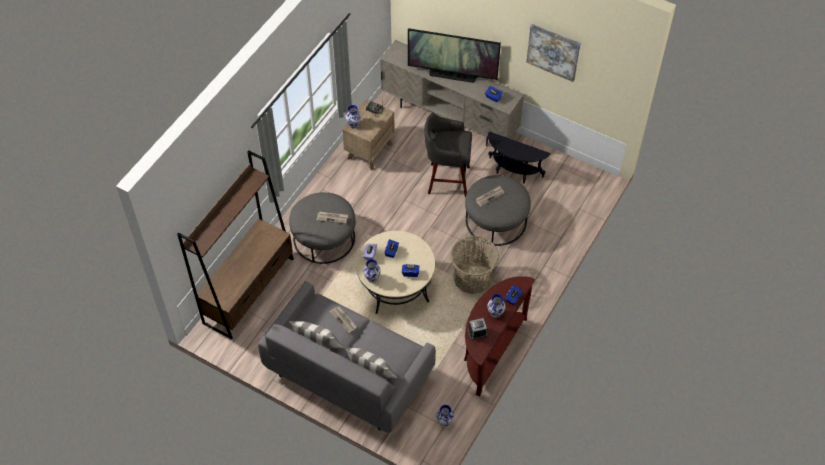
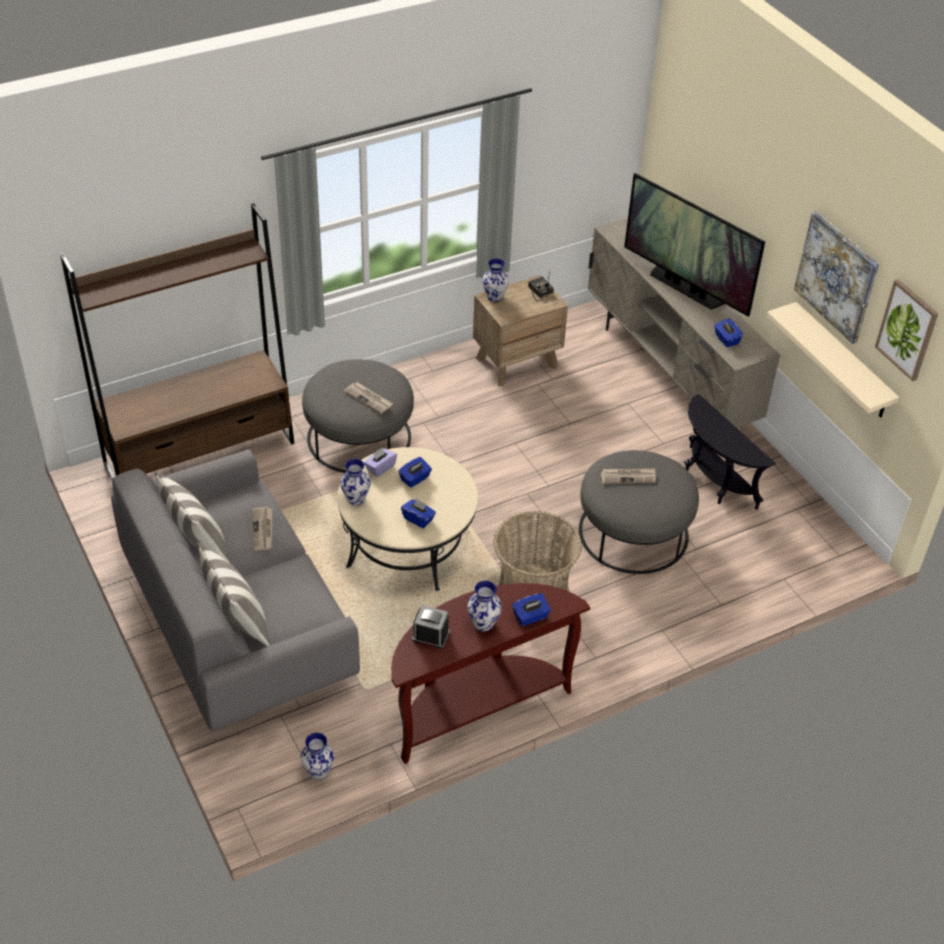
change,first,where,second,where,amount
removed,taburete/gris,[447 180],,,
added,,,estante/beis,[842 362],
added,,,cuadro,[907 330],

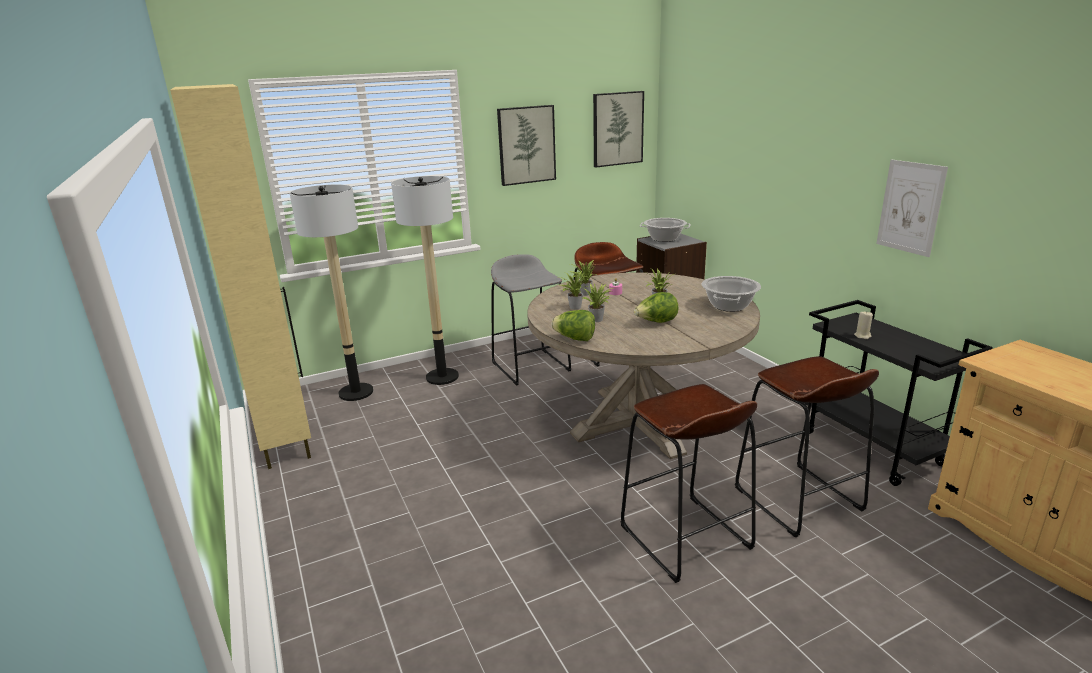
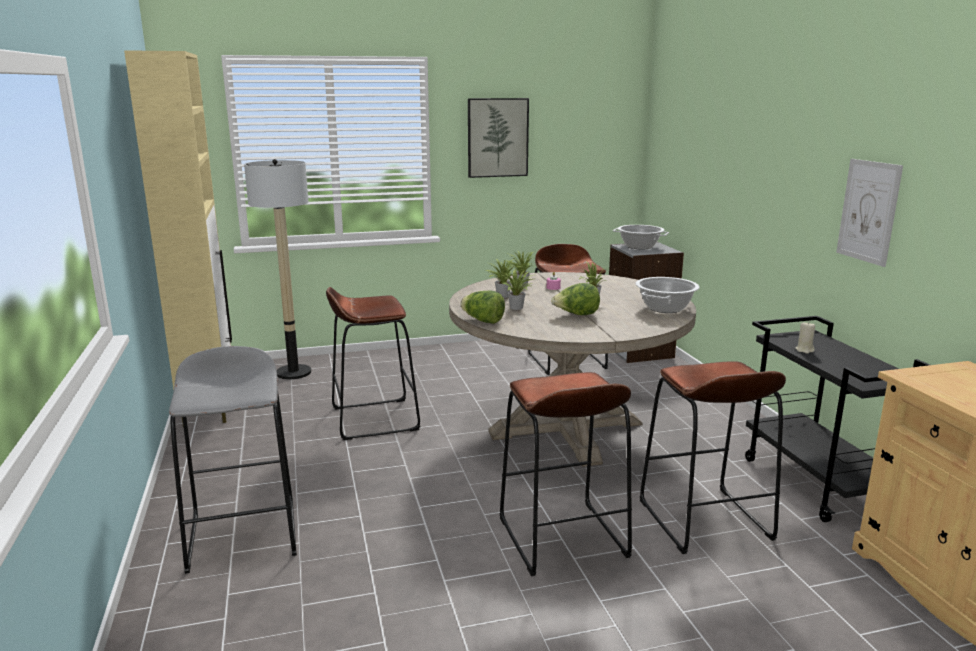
change,first,where,second,where,amount
removed,lámpara de pie,[442 377],,,
moved,taburete/gris,[531 366],,[243 534],
removed,cuadro,[617 129],,,
added,,,taburete/marrón,[374 419],

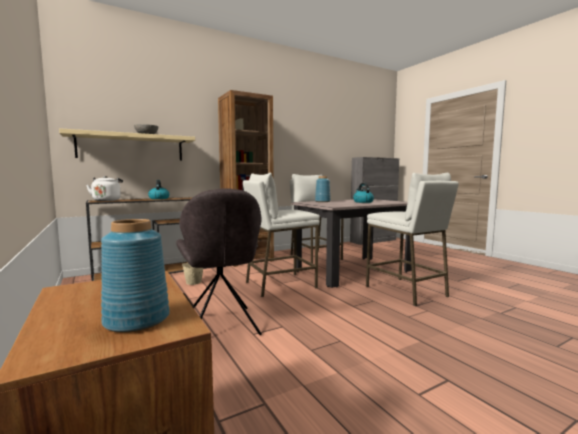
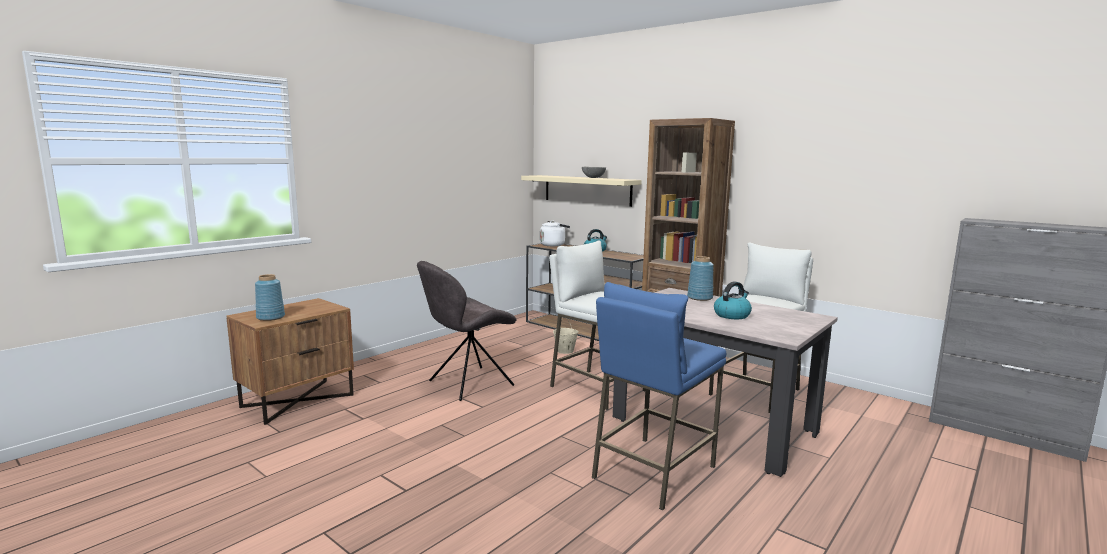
change,first,where,second,where,amount
recoloured,taburete/blanco,[406 291],taburete/azul,[653 472],

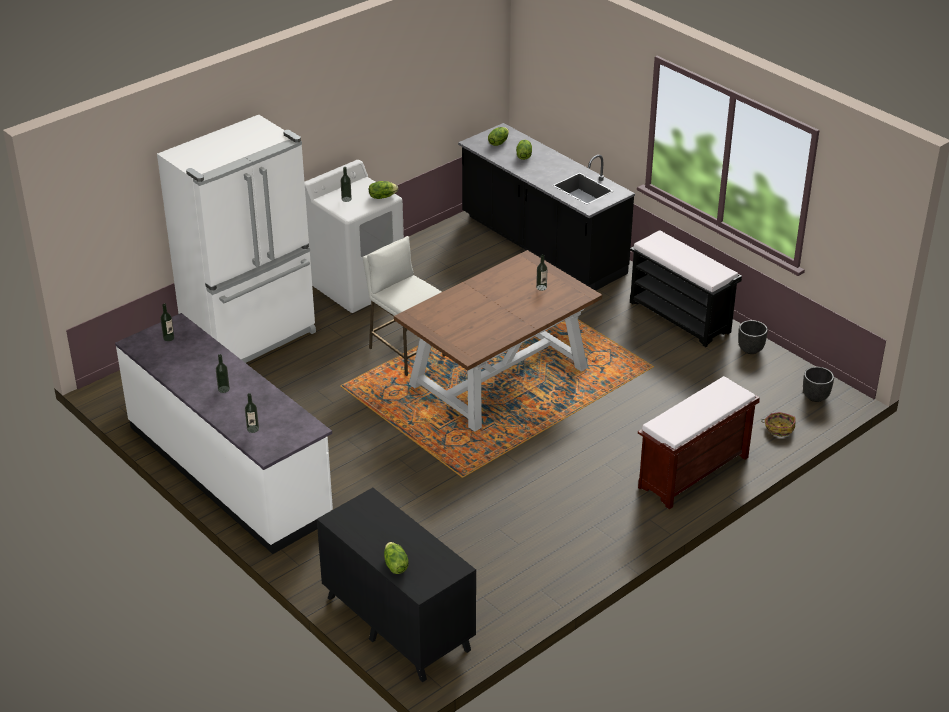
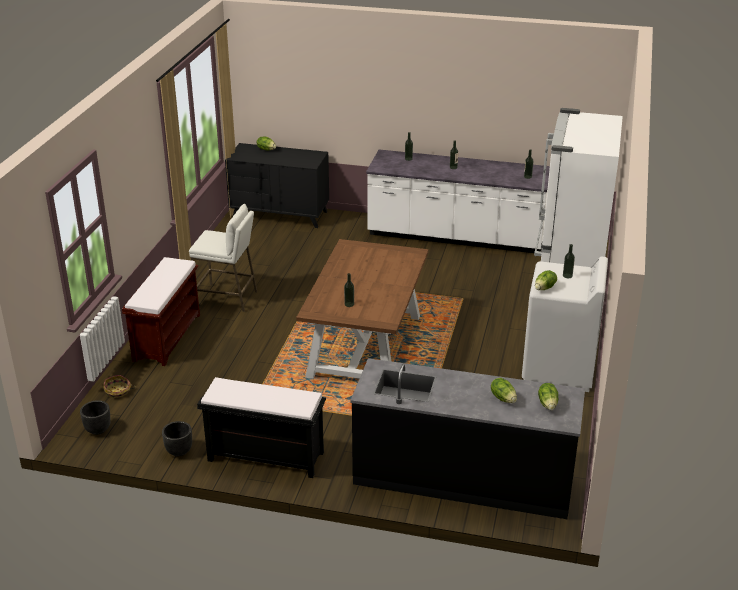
change,first,where,second,where,amount
moved,taburete/blanco,[406 352],,[227 298],

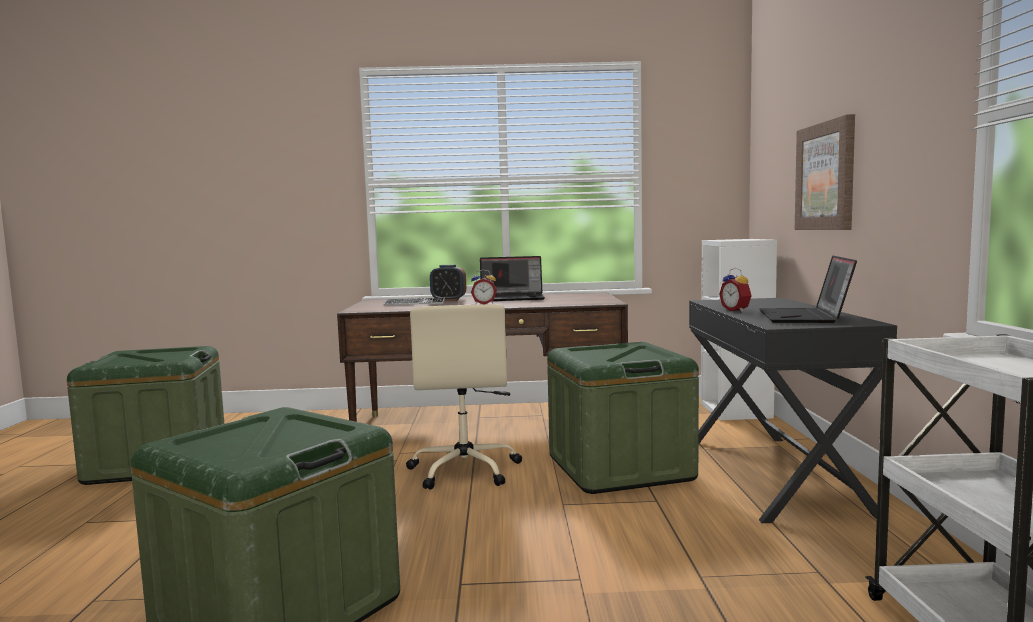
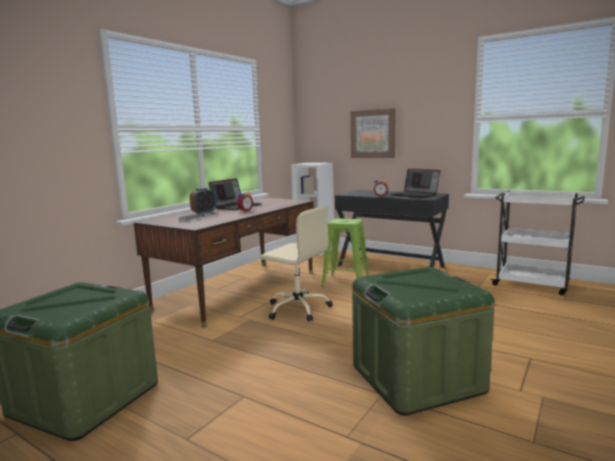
change,first,where,second,where,amount
replaced,caja de almacenaje/verde,[619 467],taburete/verde,[346 282],

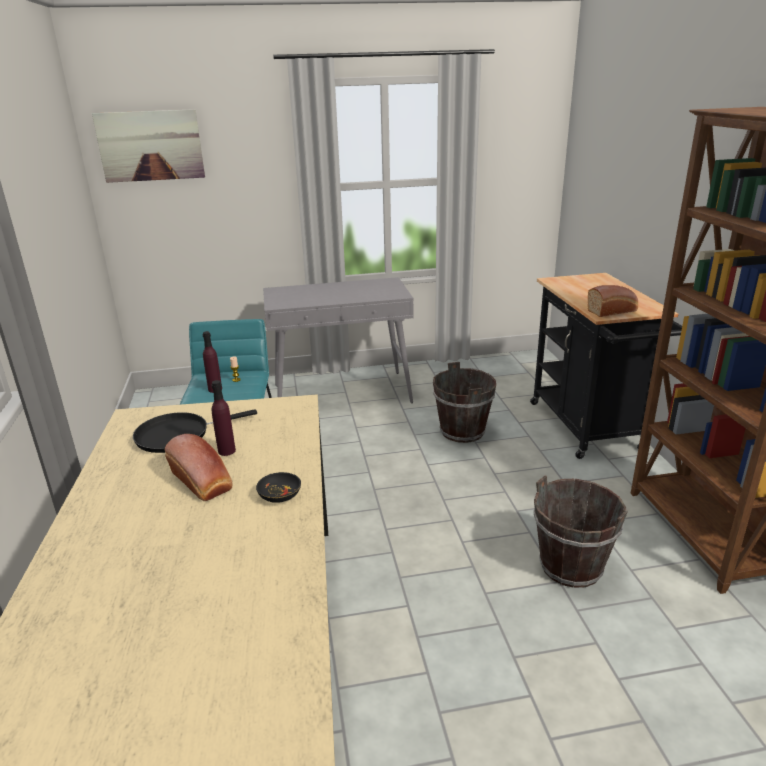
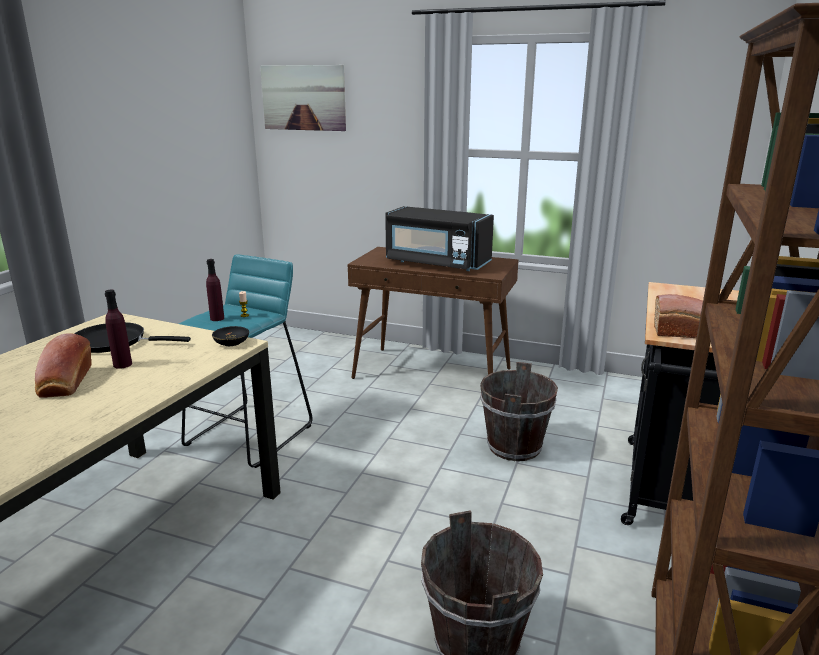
change,first,where,second,where,amount
moved,cuenco/negro,[279 495],,[231 343],
recoloured,mesa consola/gris,[342 394],mesa consola/marrón,[433 373],
added,,,microondas/negro,[436 263],

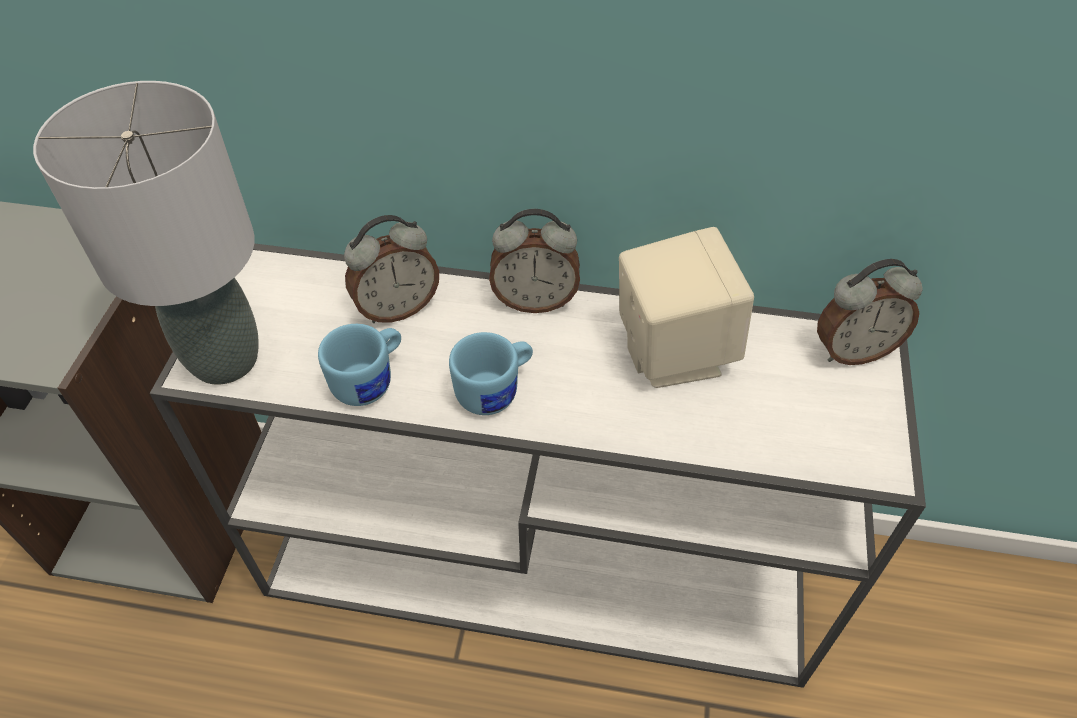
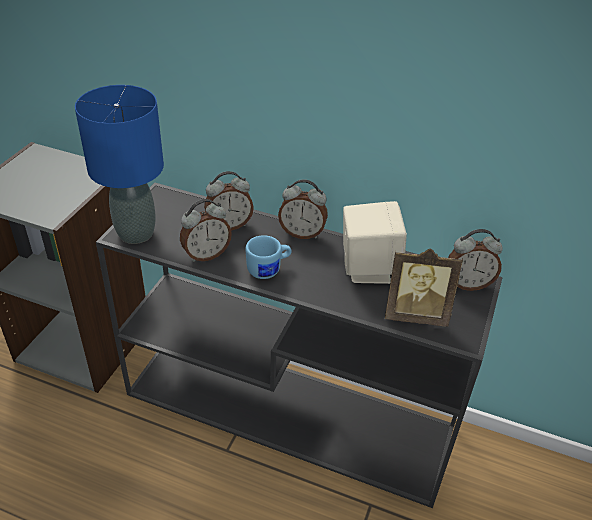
change,first,where,second,where,amount
recoloured,lámpara de mesa/gris,[224 358],lámpara de mesa/azul,[135 233],
recoloured,mesa consola/blanco,[544 565],mesa consola/negro,[292 411],
replaced,taza grande/azul,[370 380],despertador,[206 254],
added,,,portarretratos,[415 314],

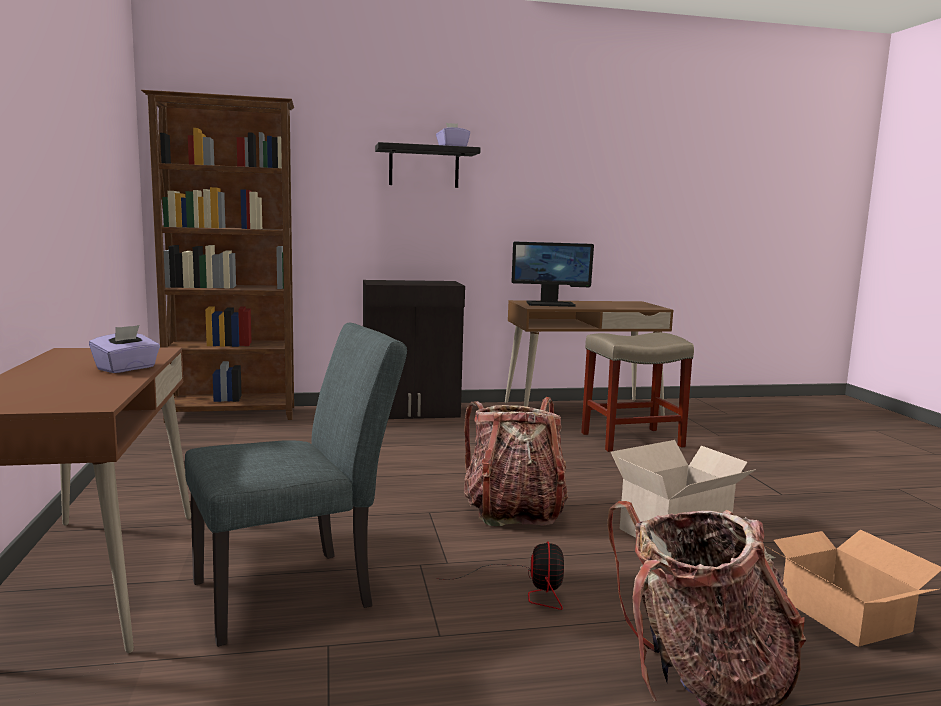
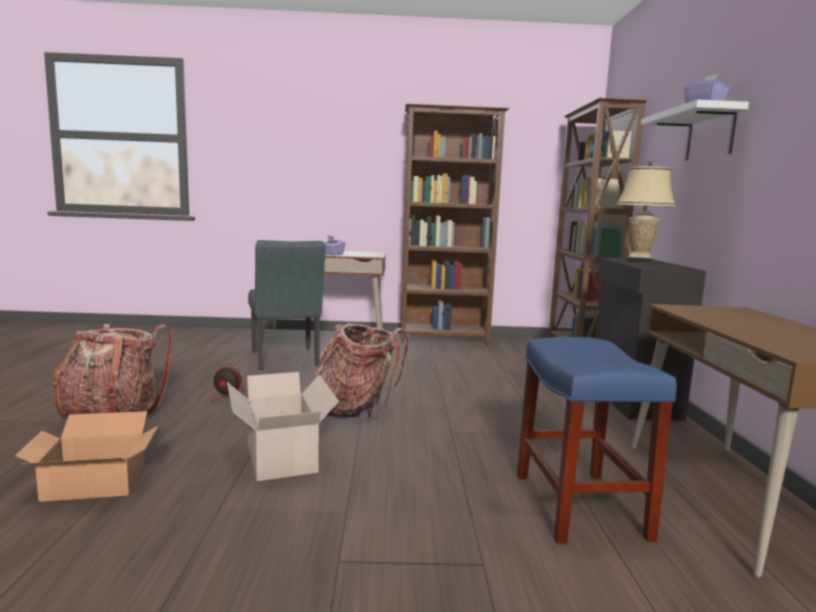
change,first,where,second,where,amount
recoloured,estante/negro,[424 167],estante/blanco,[710 134],
removed,monitor,[550 304],,,
recoloured,taburete/beis,[630 440],taburete/azul,[578 504],
added,,,estantería/marrón,[444 339],
added,,,lámpara de mesa/beis,[639 260],

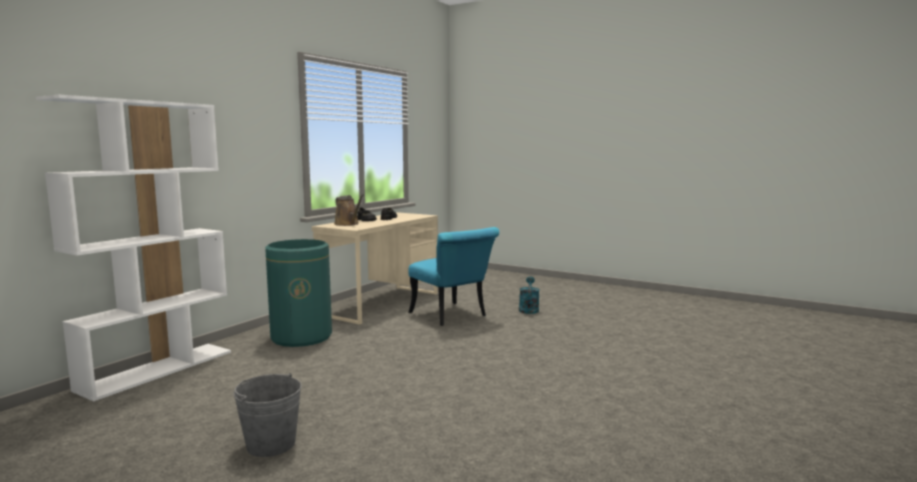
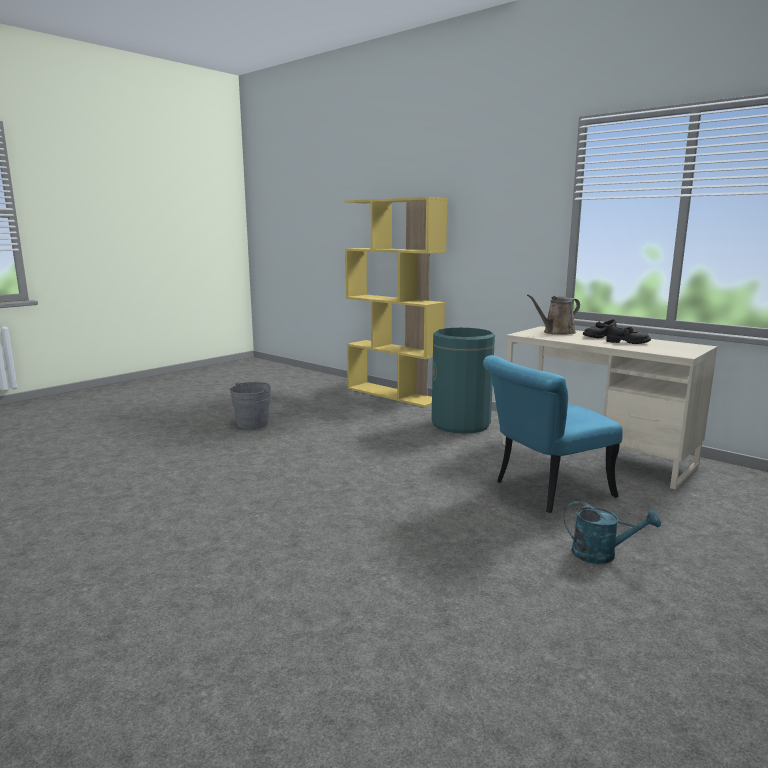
change,first,where,second,where,amount
recoloured,estantería/blanco,[158 369],estantería/amarillo,[394 394],

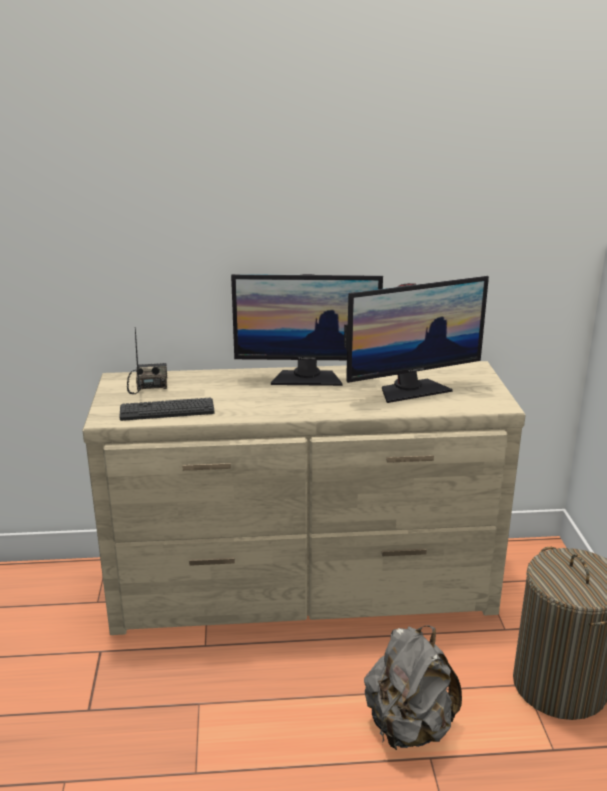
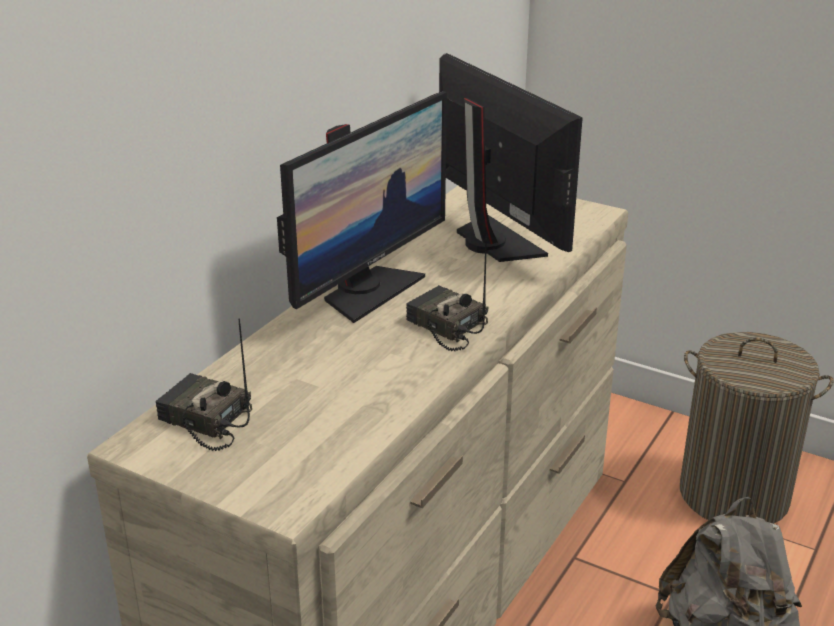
change,first,where,second,where,amount
removed,teclado,[167 410],,,
turned,monitor,[411 389],,[493 242],45 degrees counterclockwise
added,,,radio,[445 327],

